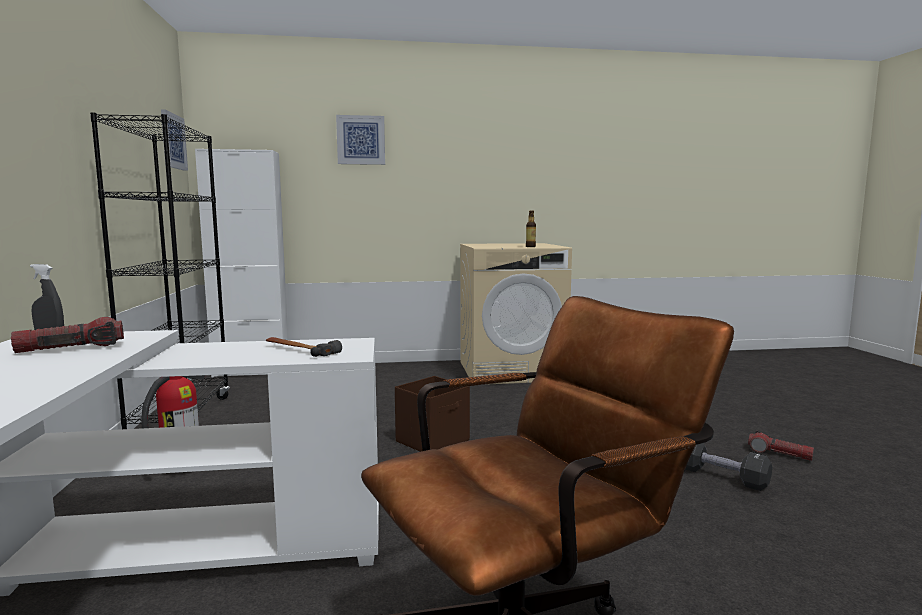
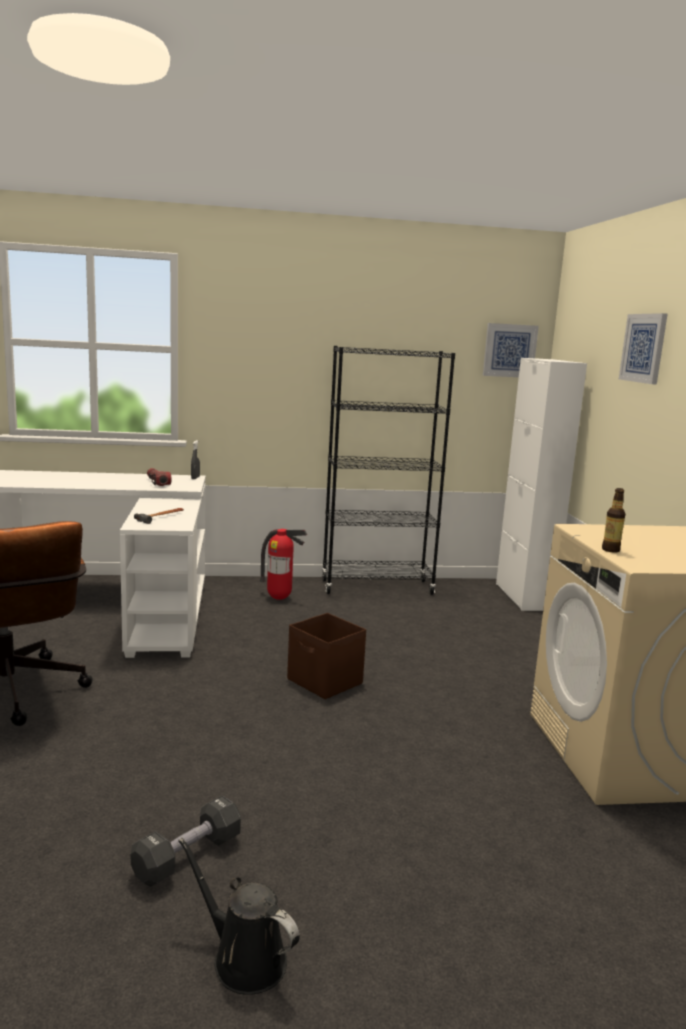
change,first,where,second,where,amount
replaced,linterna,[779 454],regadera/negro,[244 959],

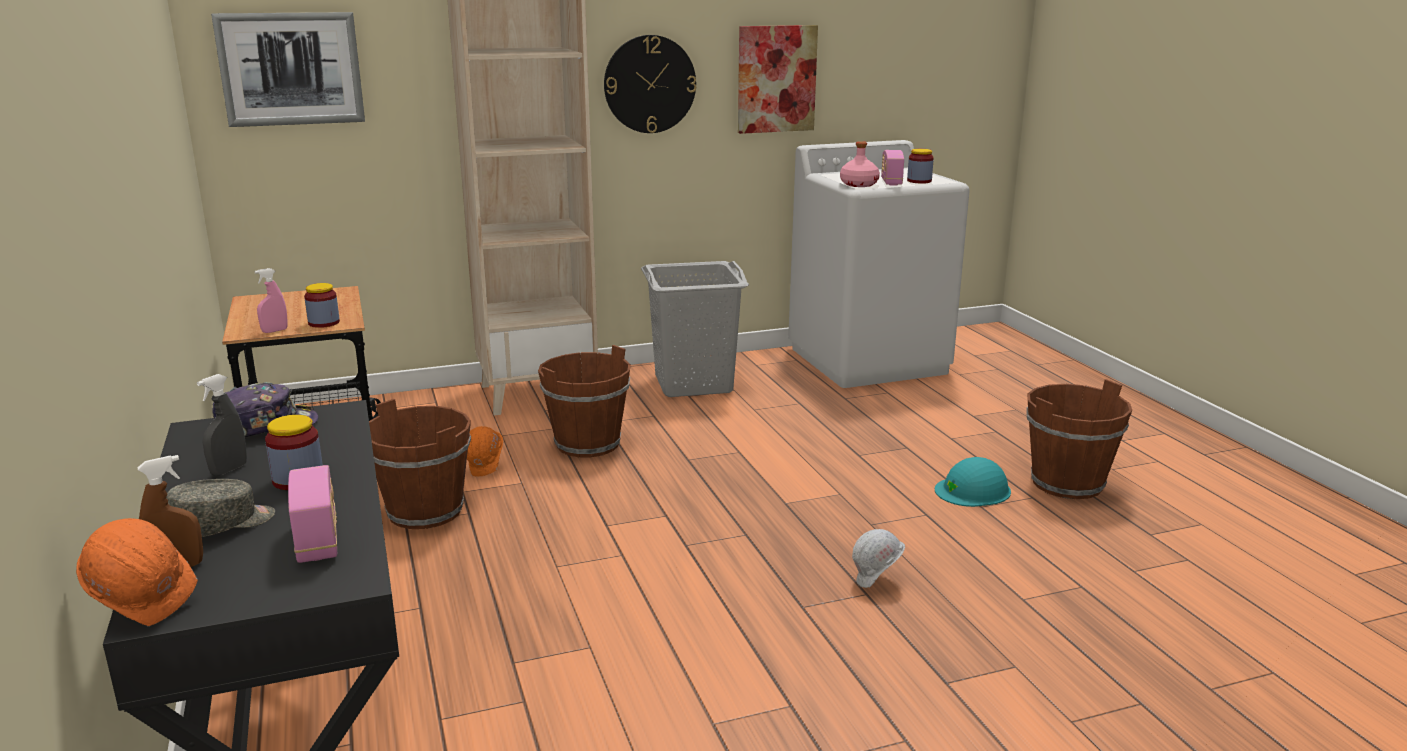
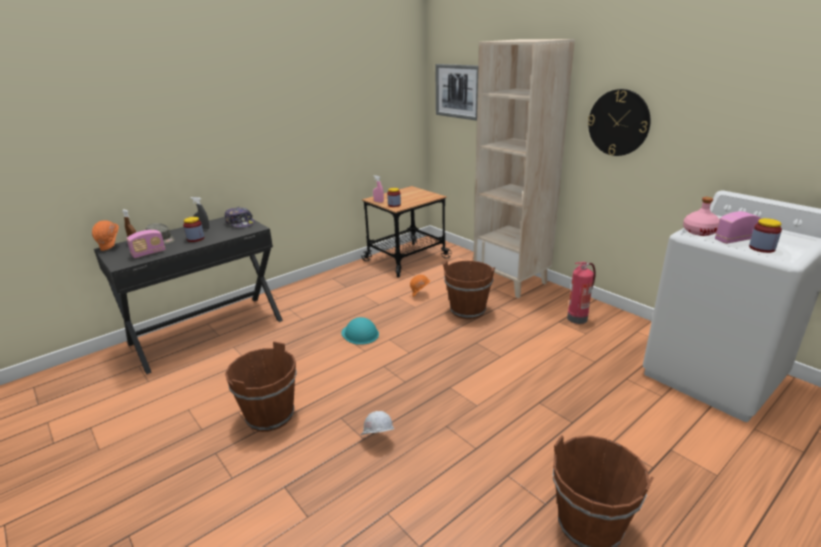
change,first,where,second,where,amount
moved,cubo/marrón,[426 511],,[270 416],
replaced,cesto de la ropa/gris,[692 383],extintor,[577 318],
removed,cuadro,[776 79],,,
moved,casco/turquesa,[973 490],,[360 334],

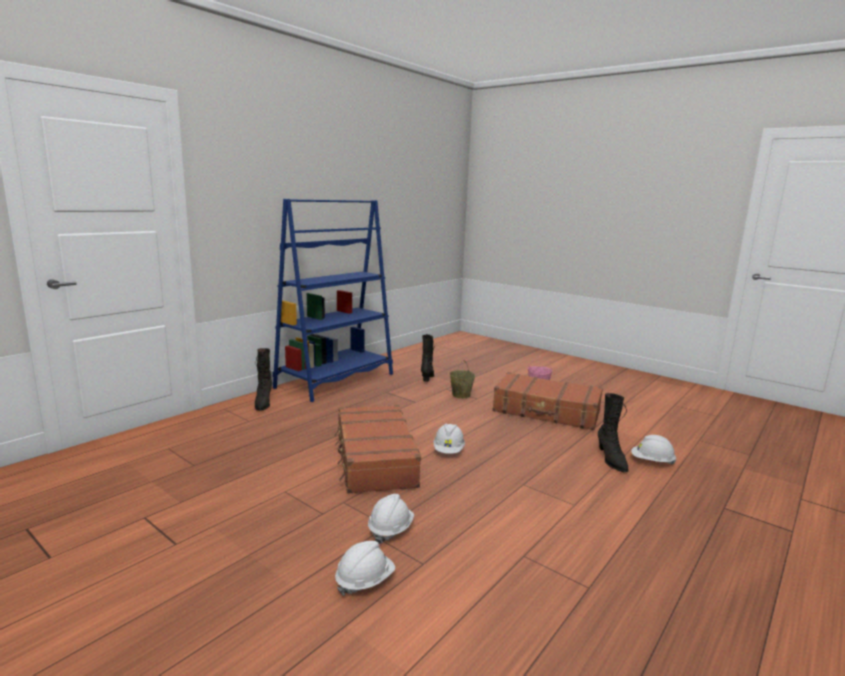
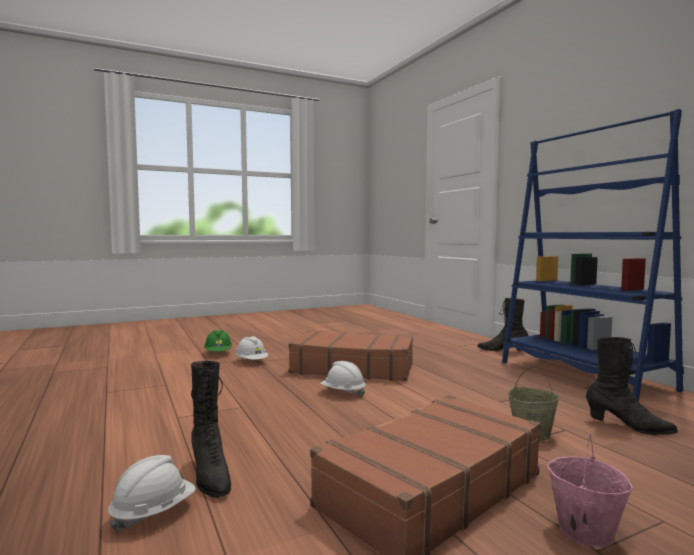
change,first,where,second,where,amount
recoloured,casco/blanco,[364 581],casco/verde,[218 353],
turned,bota/negro,[611 460],,[210 476],135 degrees counterclockwise

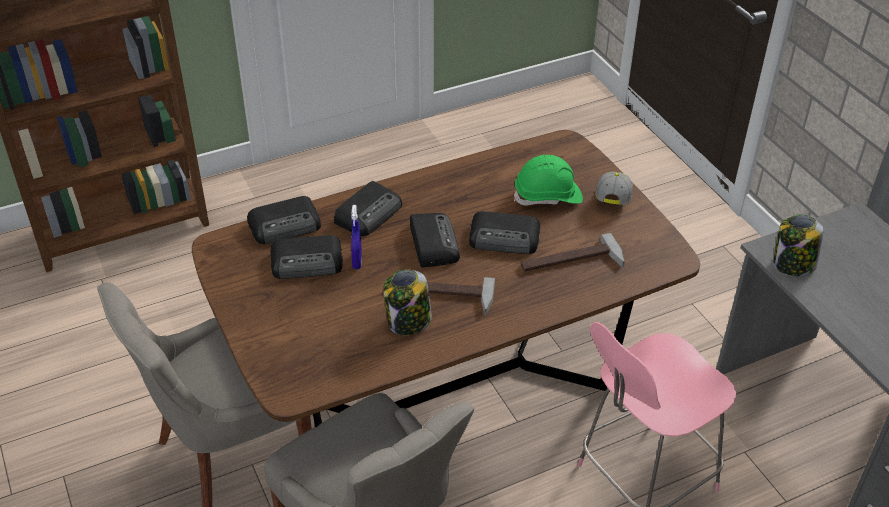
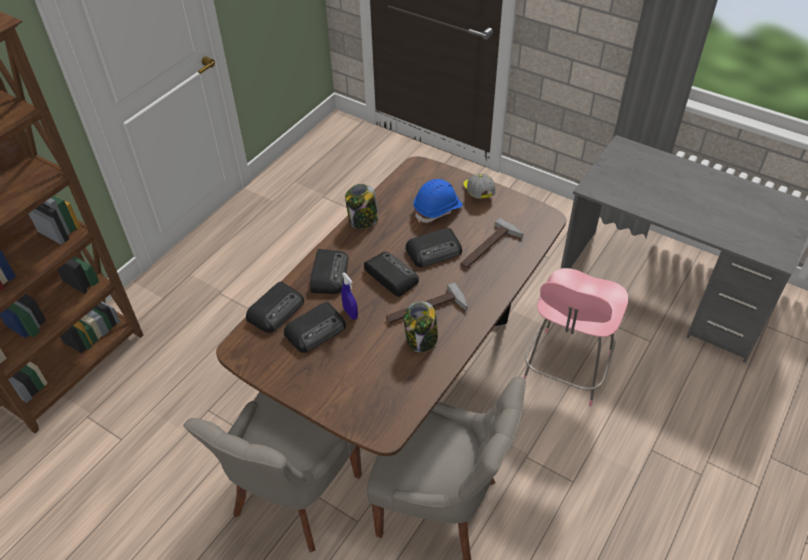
change,first,where,second,where,amount
recoloured,casco/verde,[548 196],casco/azul,[438 209],
moved,tarro,[792 265],,[363 220],

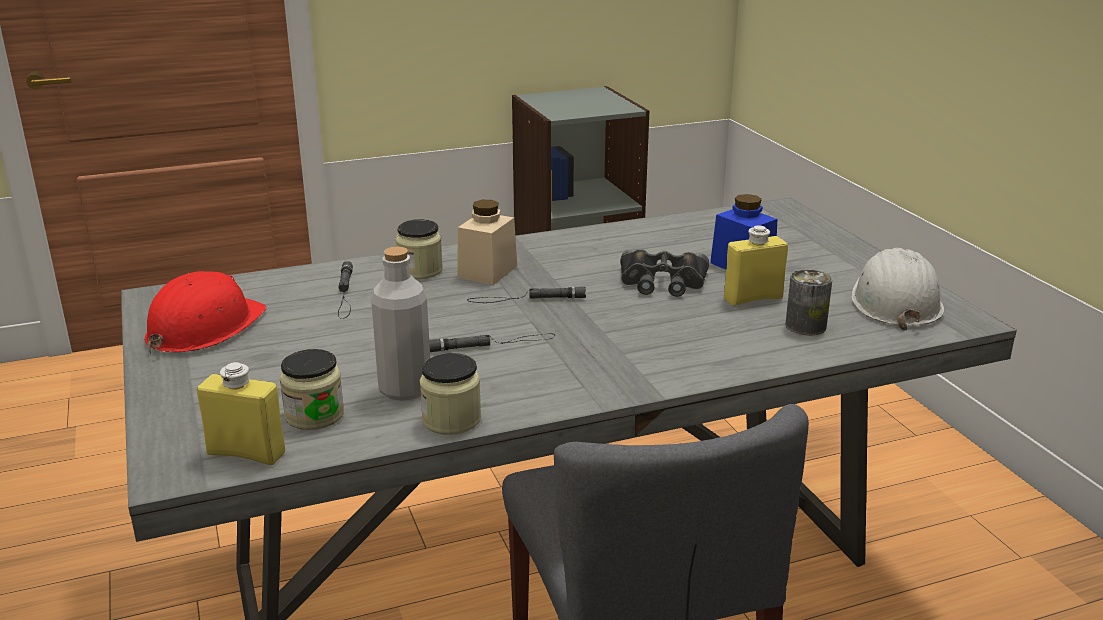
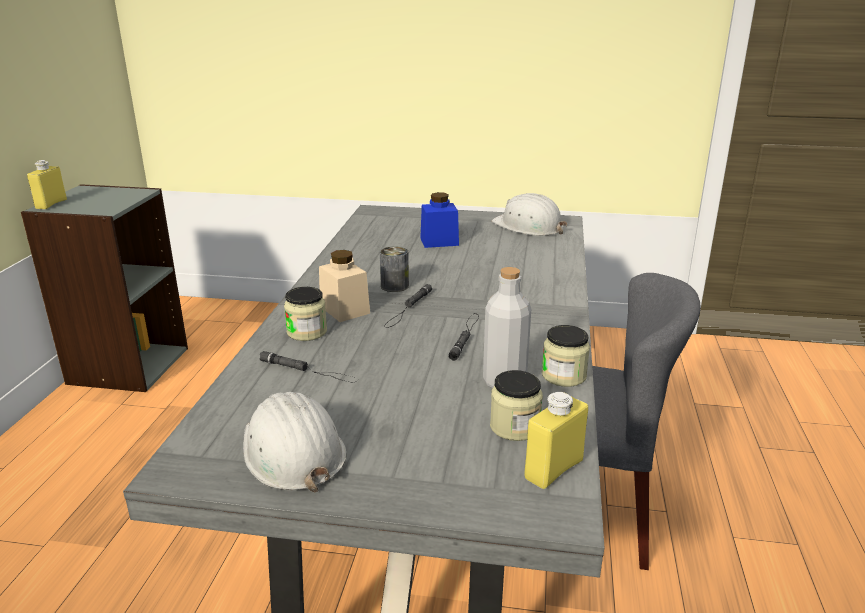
change,first,where,second,where,amount
recoloured,casco/rojo,[204 328],casco/blanco,[292 452],
removed,prismáticos/negro,[662 282],,,
moved,botella/amarillo,[753 298],,[51 204],
moved,lata,[805 326],,[394 286],

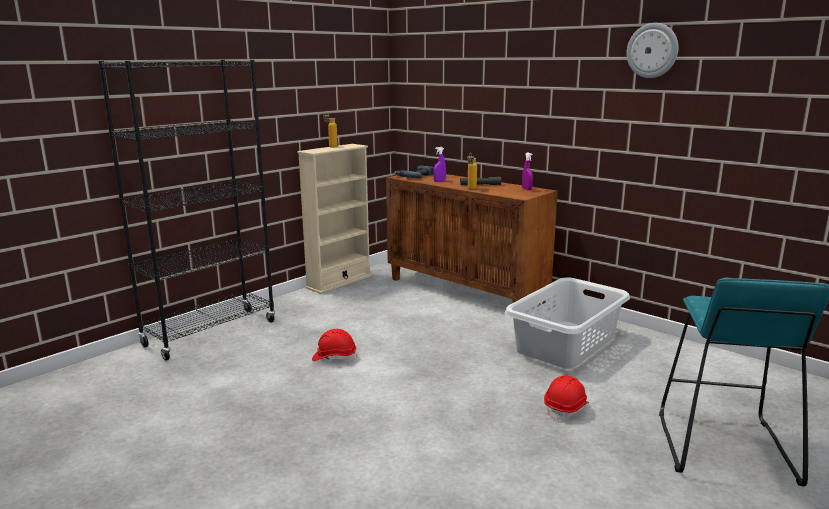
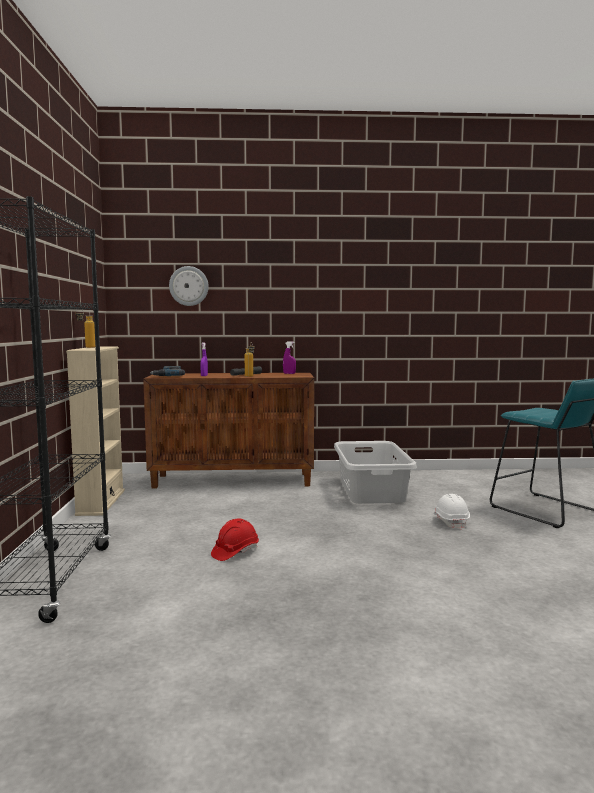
change,first,where,second,where,amount
recoloured,casco/rojo,[566 408],casco/blanco,[451 521],
moved,reloj de pared,[652 50],,[189 286],

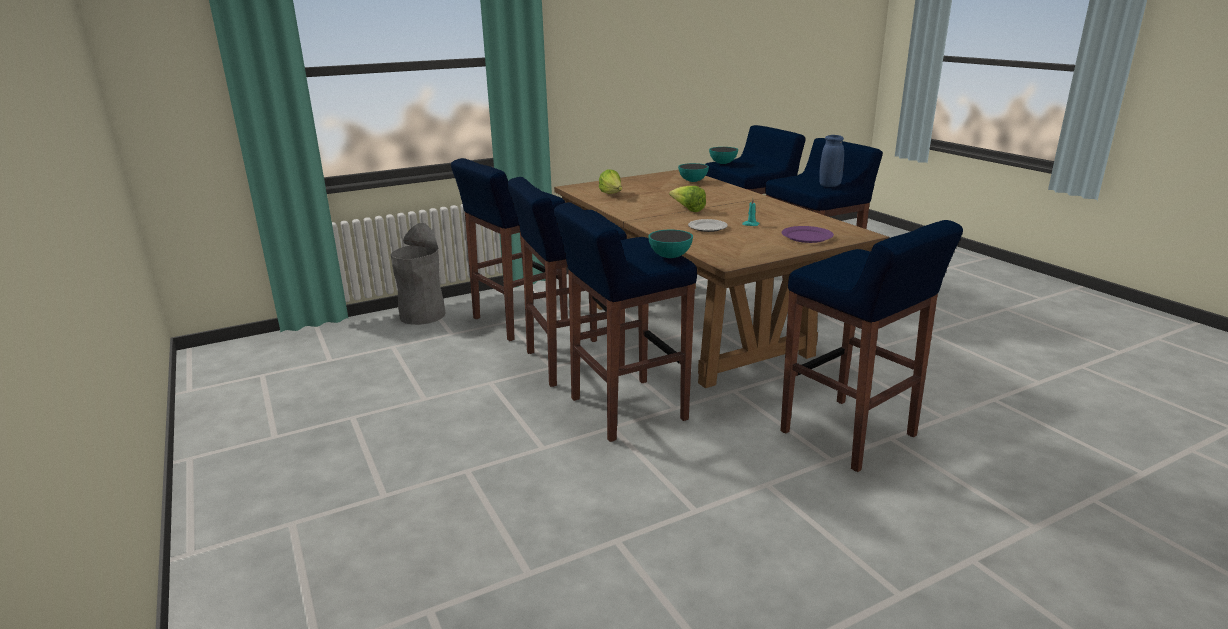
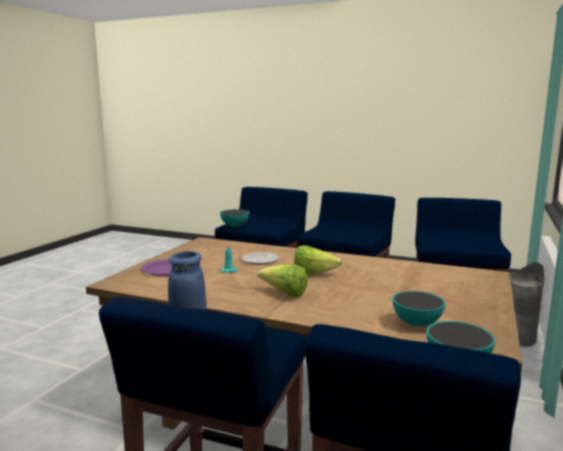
change,first,where,second,where,amount
moved,lechuga,[612 195],,[284 294],
removed,taburete/azul,[849 435],,,

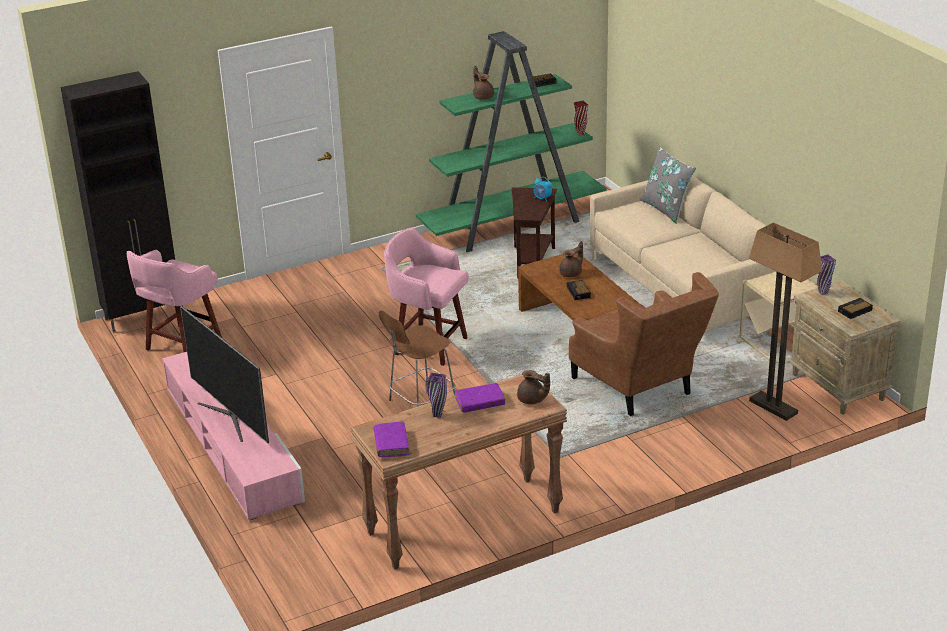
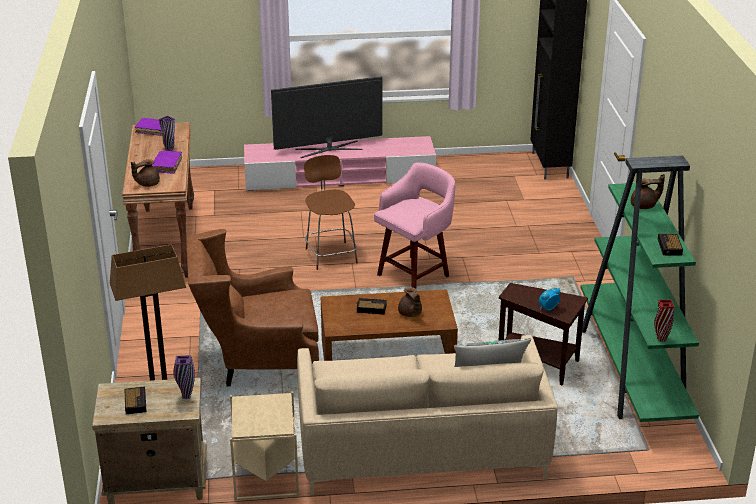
change,first,where,second,where,amount
removed,taburete/rosa,[182 345],,,

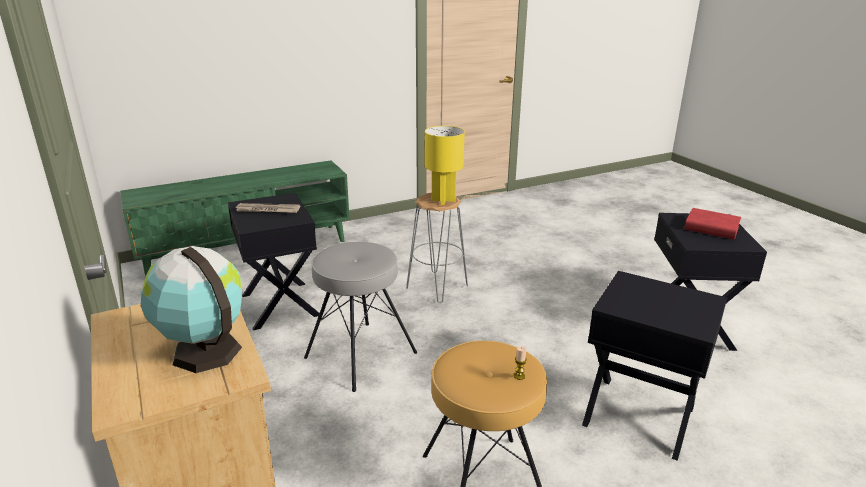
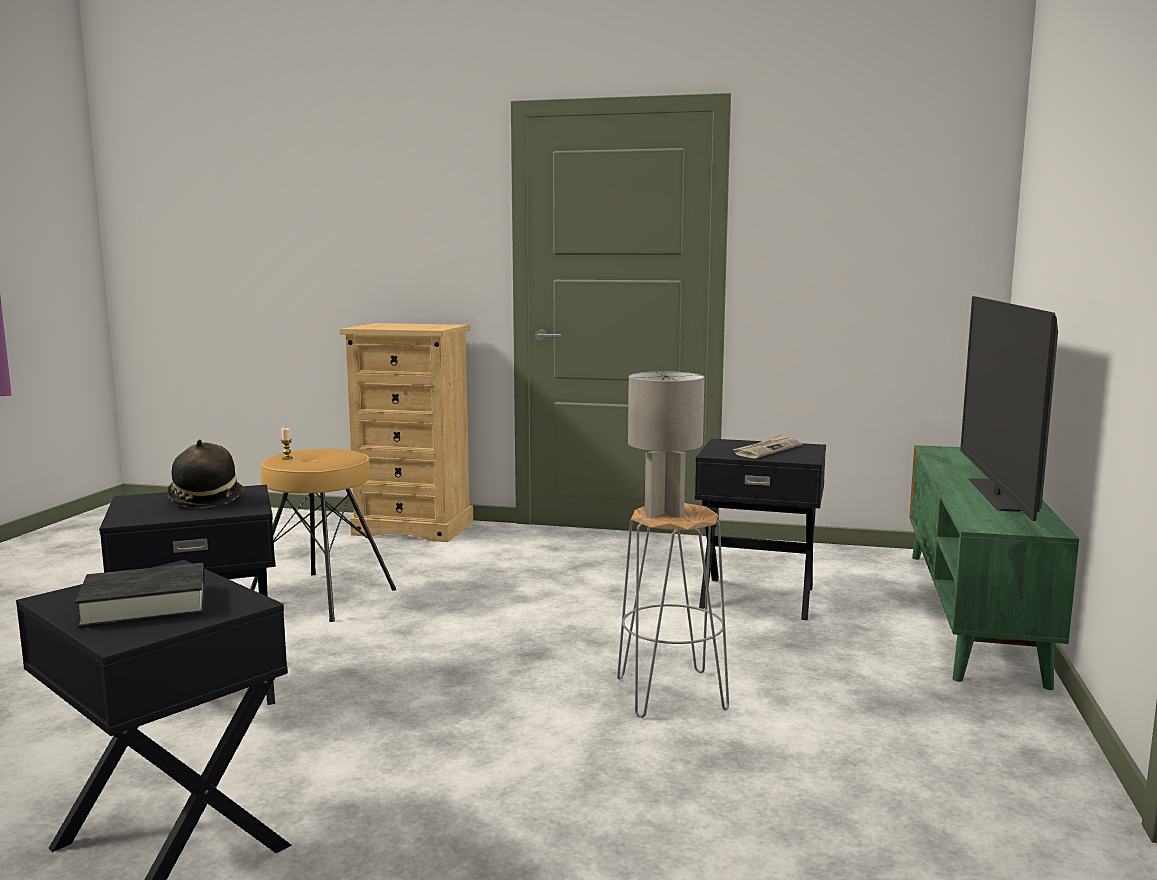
change,first,where,second,where,amount
removed,globo terráqueo,[204 350],,,
removed,taburete/gris,[360 354],,,
recoloured,lámpara de mesa/amarillo,[443 200],lámpara de mesa/gris,[665 512],
recoloured,libro/rojo,[711 228],libro/negro,[145 605],
added,,,sombrero,[206 500],
added,,,televisor,[994 495],

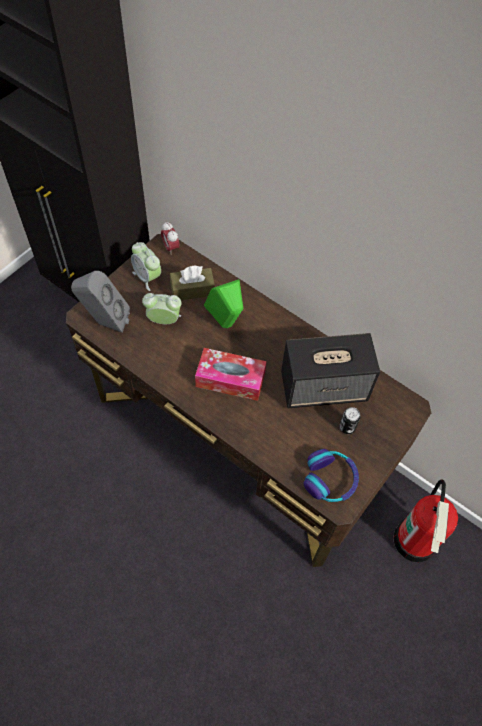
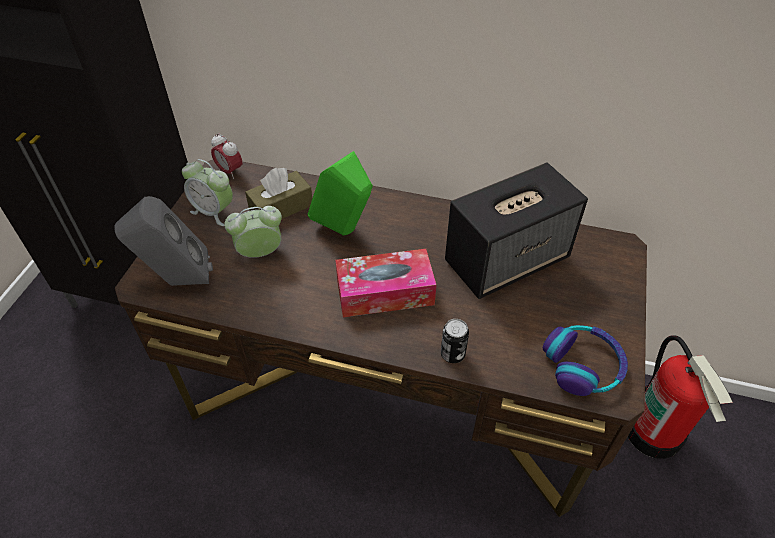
change,first,where,second,where,amount
moved,lata,[347 427],,[452 354],

